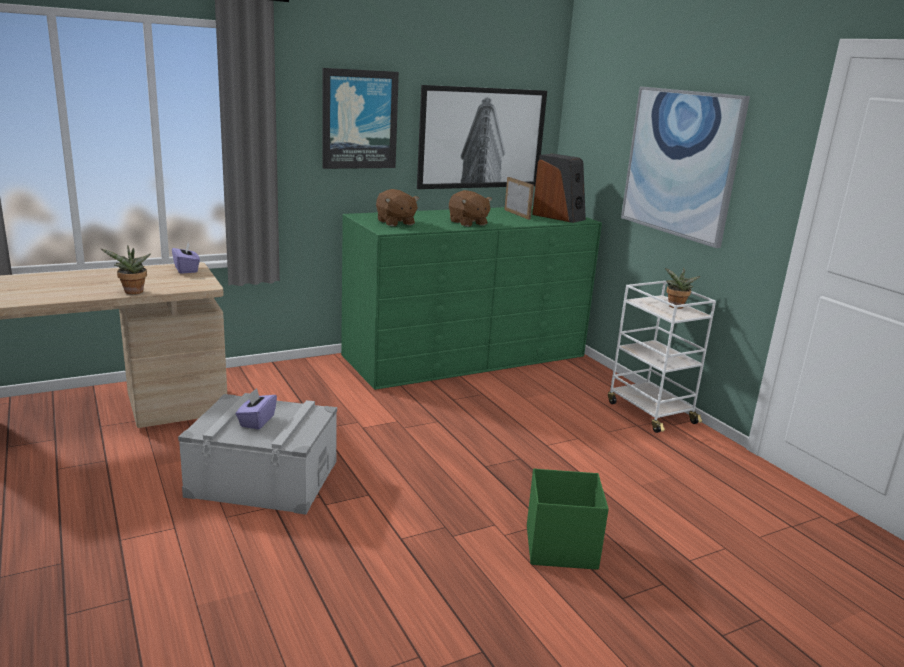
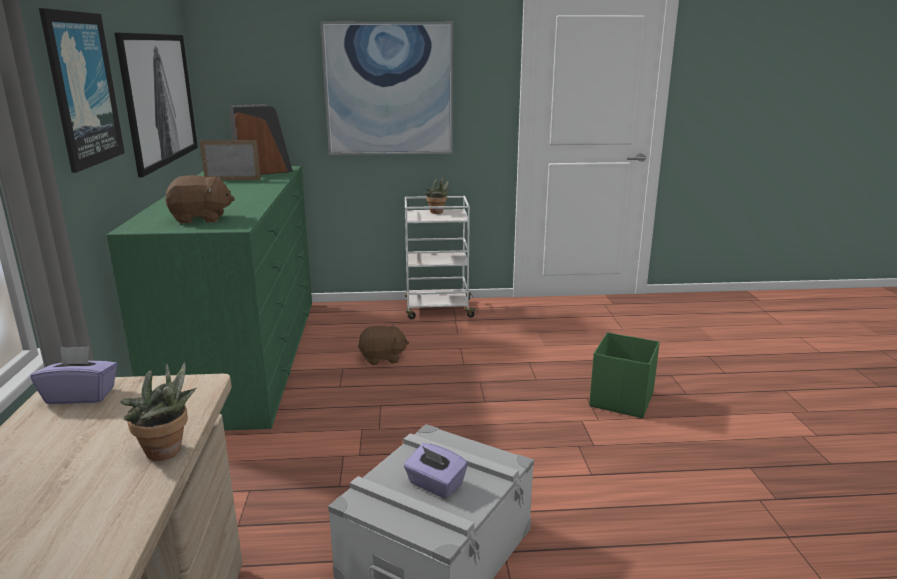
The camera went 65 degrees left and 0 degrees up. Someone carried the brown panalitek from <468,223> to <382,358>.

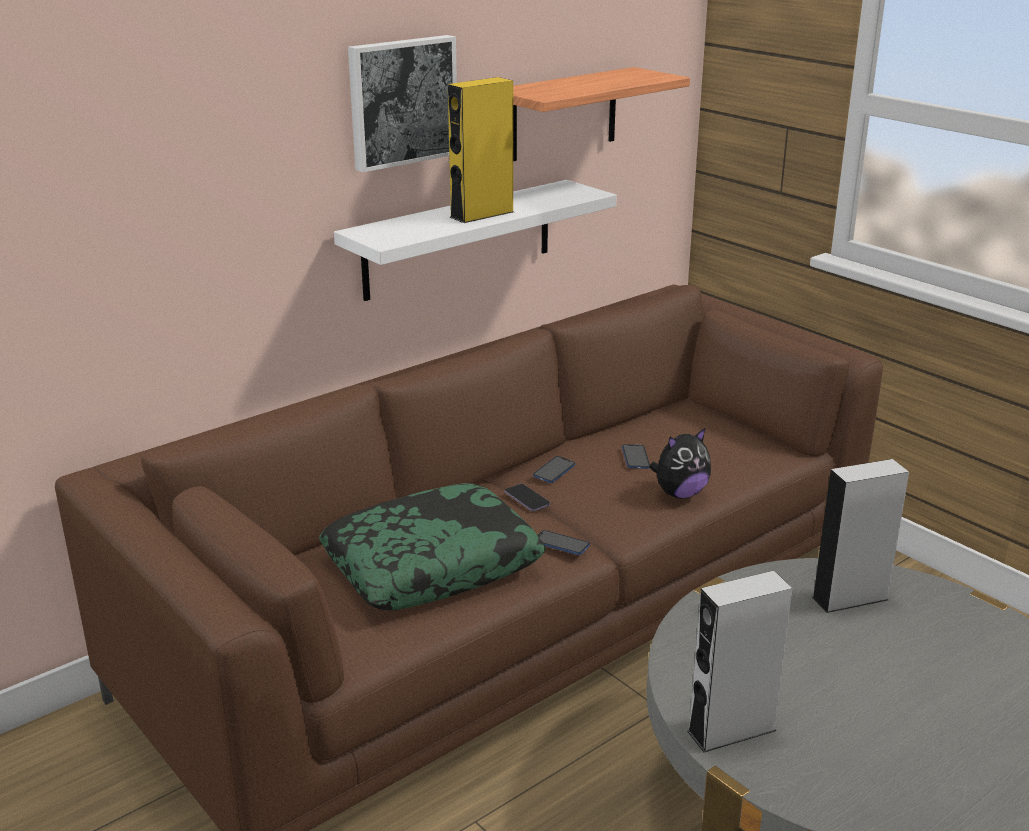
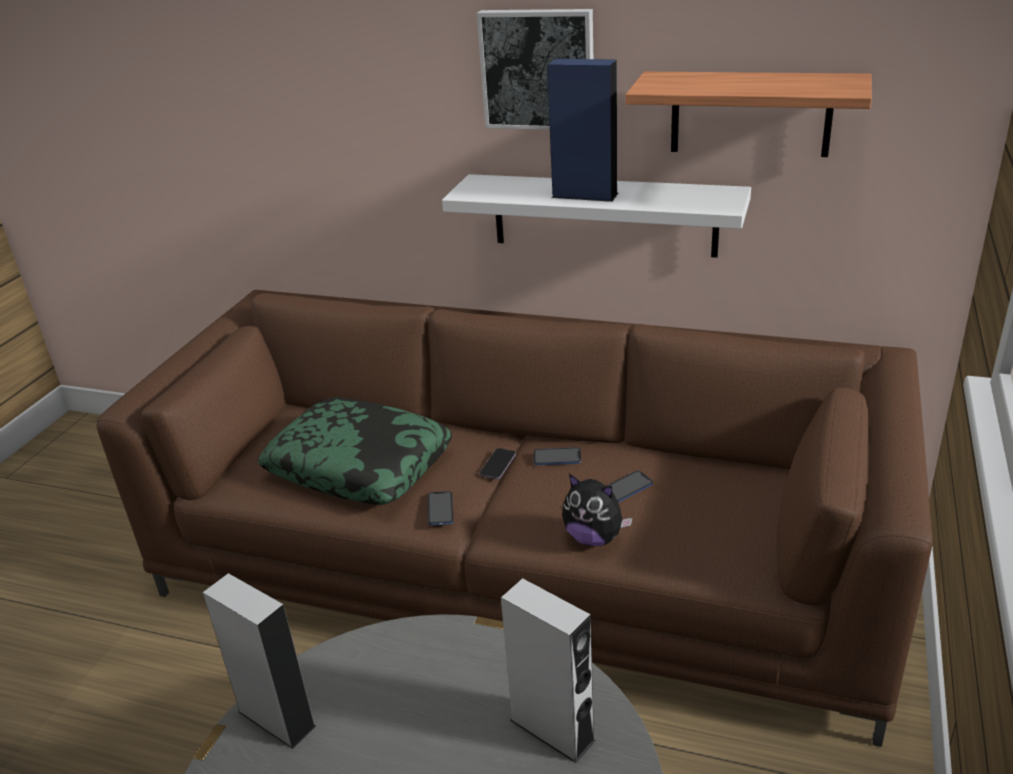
The camera went 60 degrees right and 5 degrees up. Someone repainted the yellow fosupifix at <482,214>, which became the blue fosupifix at <584,195>.

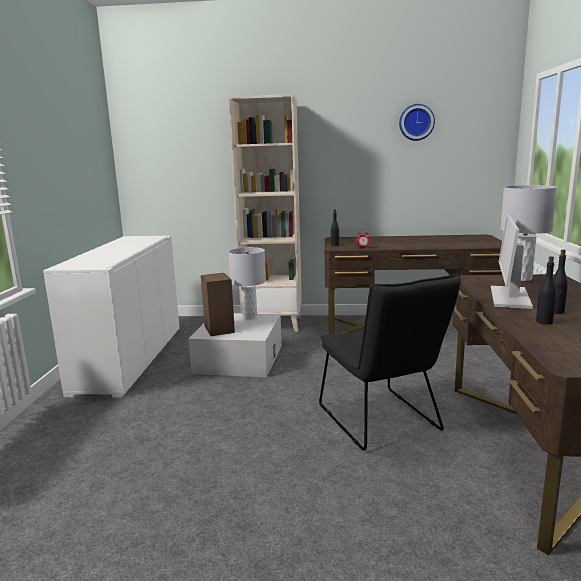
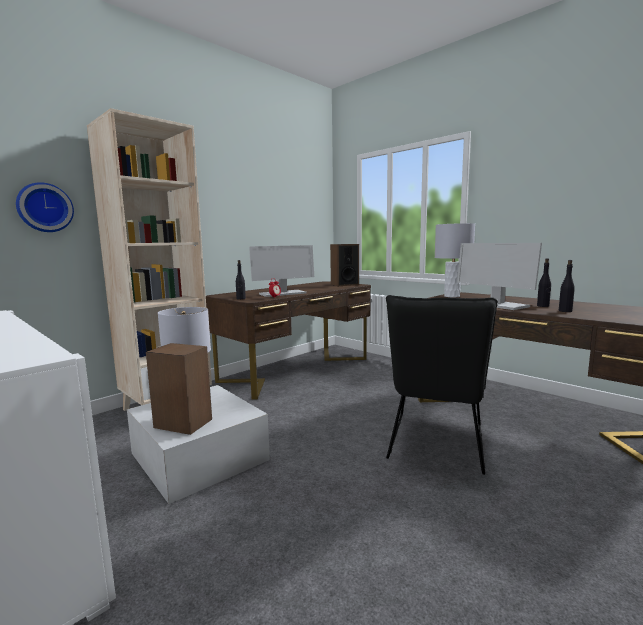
The camera went 50 degrees left and 5 degrees down. Someone carried the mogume from <416,122> to <45,208>. Someone rotated the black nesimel at <382,422> by 90 degrees clockwise. Someone put down the fosupifix at <344,284>. Someone put down the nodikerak at <282,294>.

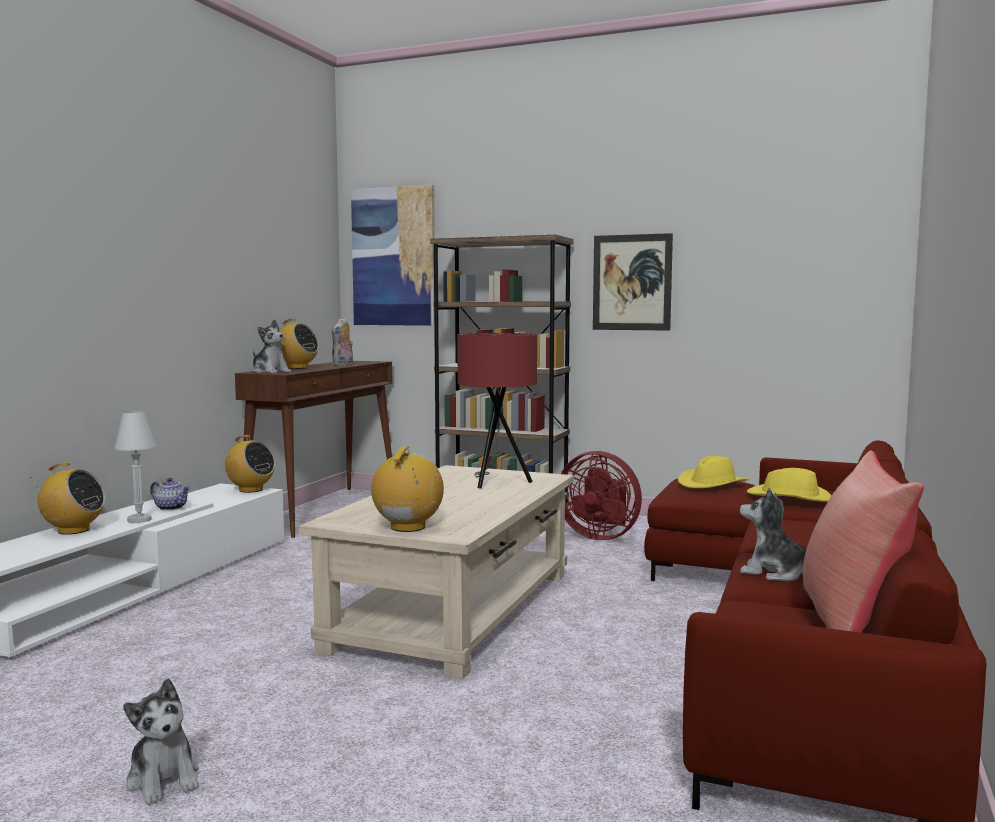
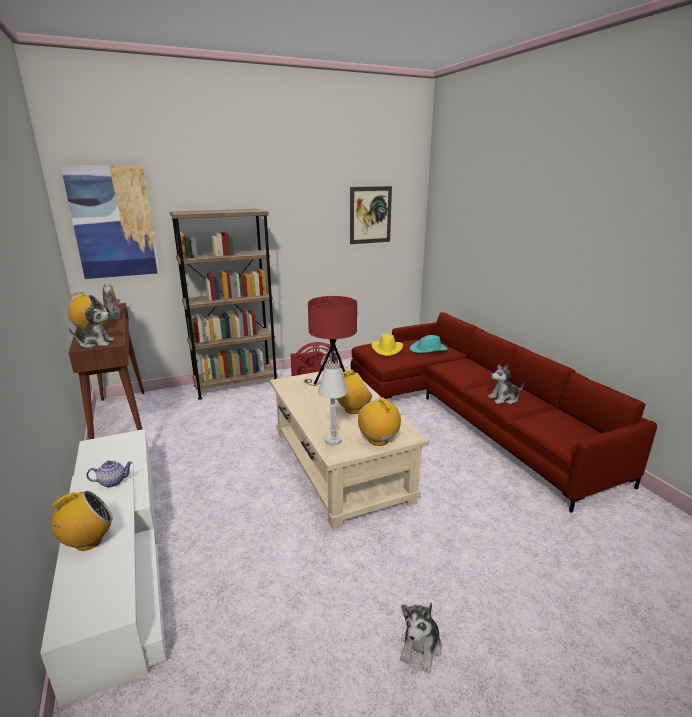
The camera went 45 degrees left and 15 degrees up. Someone carried the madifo from <632,282> to <370,215>. Someone carried the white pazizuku from <139,520> to <333,441>. Someone carried the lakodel from <250,490> to <353,409>. Someone took away the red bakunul at <851,622>. Someone repainted the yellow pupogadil at <789,497>, which became the turquoise pupogadil at <428,349>. Someone rotated the panalitek at <164,779> by 105 degrees clockwise.

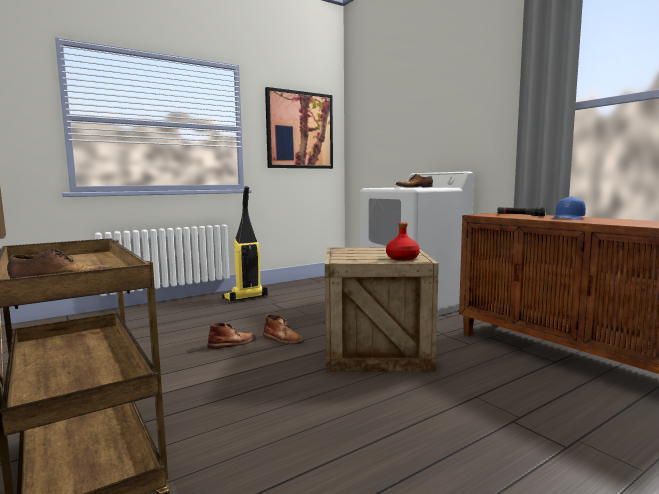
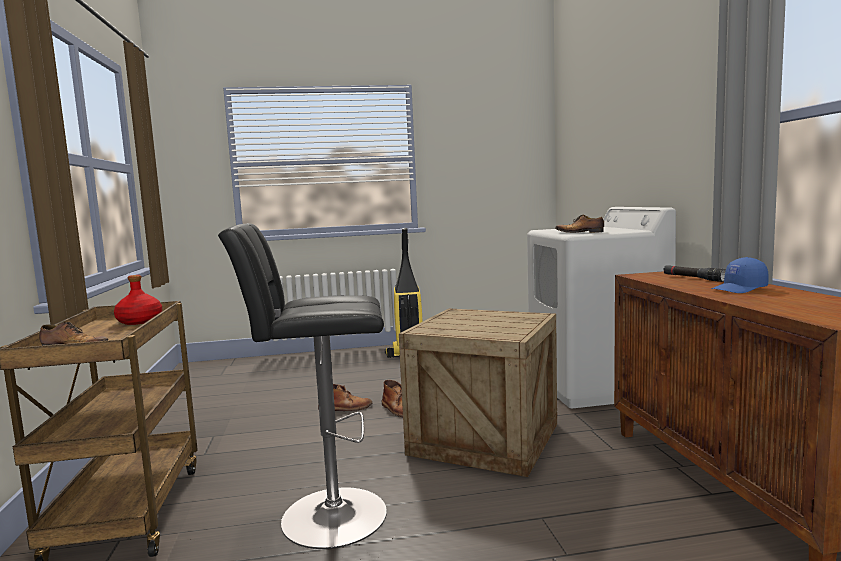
The camera went 25 degrees right and 0 degrees up. Someone took away the madifo at <300,130>. Someone carried the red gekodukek from <402,258> to <139,321>. Someone put down the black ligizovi at <325,517>.

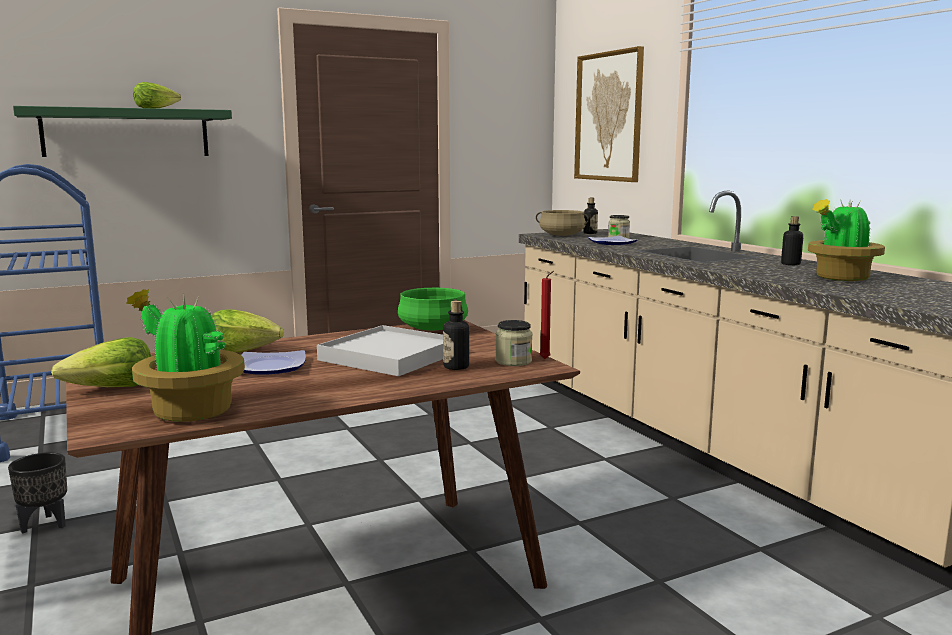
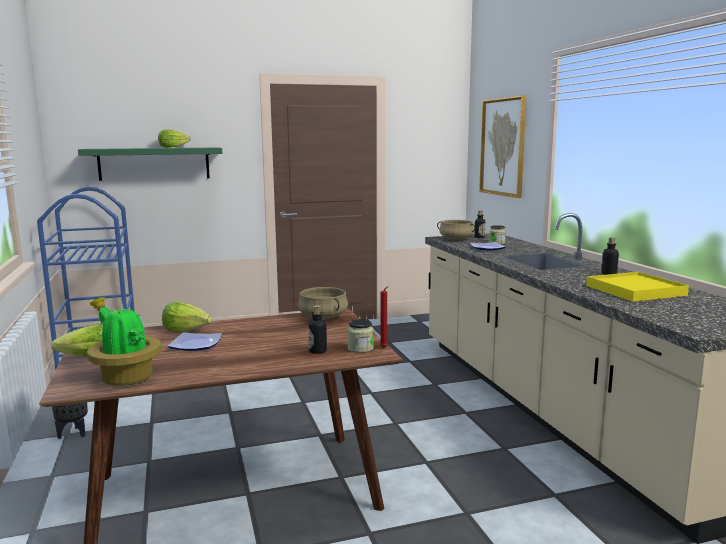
The camera went 10 degrees right and 0 degrees up. Someone swapped the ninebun at <840,278> for the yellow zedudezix at <635,290>. Someone repainted the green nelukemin at <432,329>, which became the beige nelukemin at <322,317>. Someone took away the white zedudezix at <389,356>.

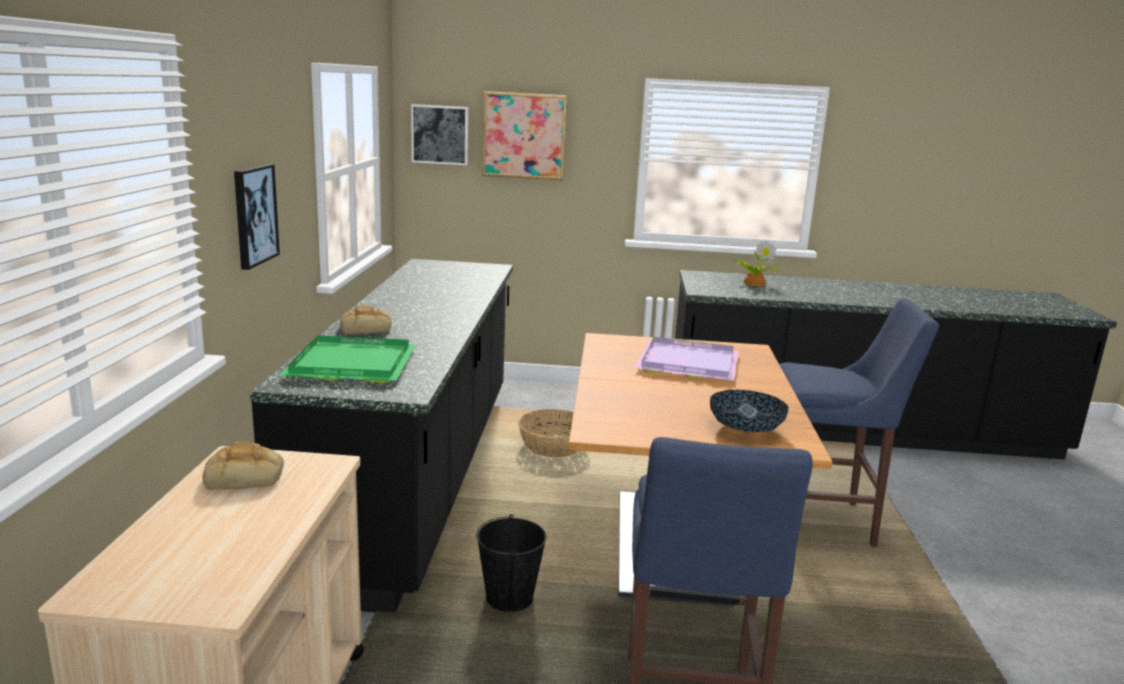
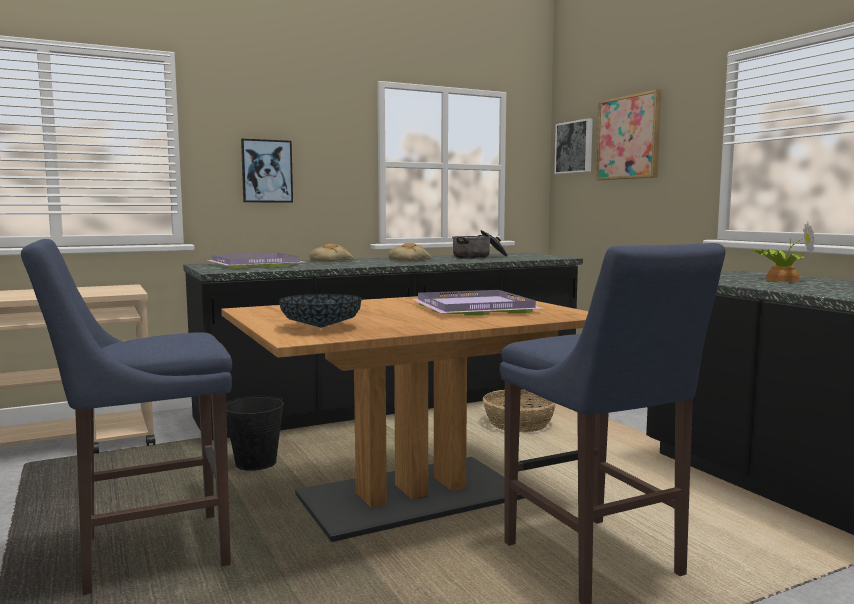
The camera went 60 degrees right and 10 degrees down. Someone repainted the green zedudezix at <350,363>, which became the purple zedudezix at <256,264>. Someone carried the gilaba from <246,475> to <410,259>. Someone put down the nelukemin at <479,257>.

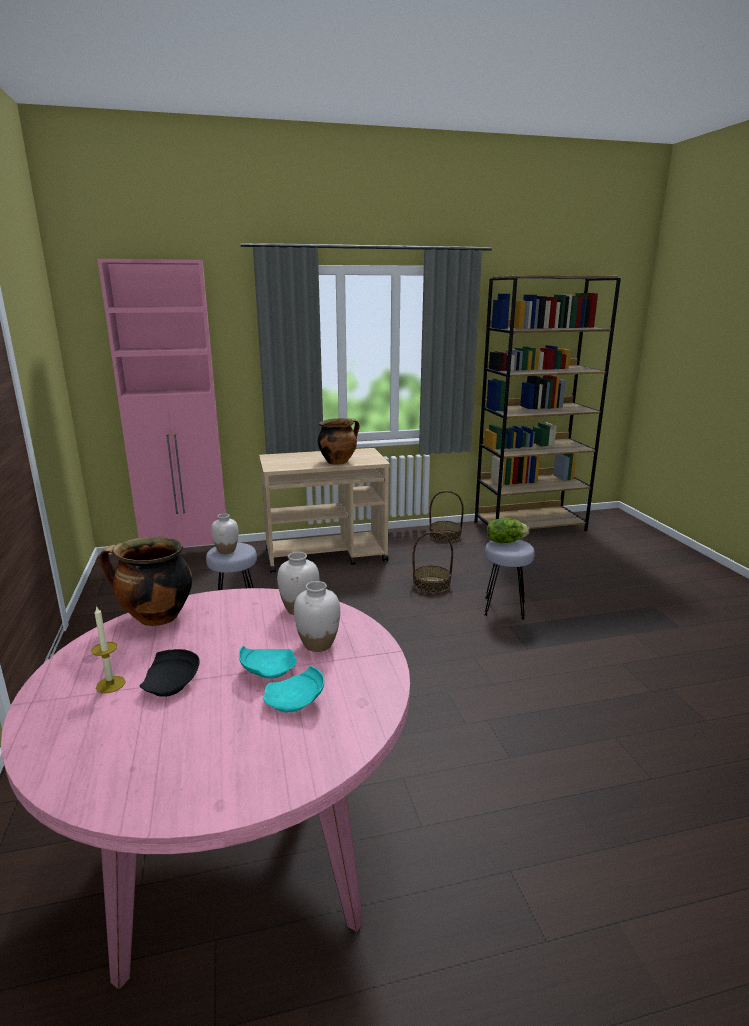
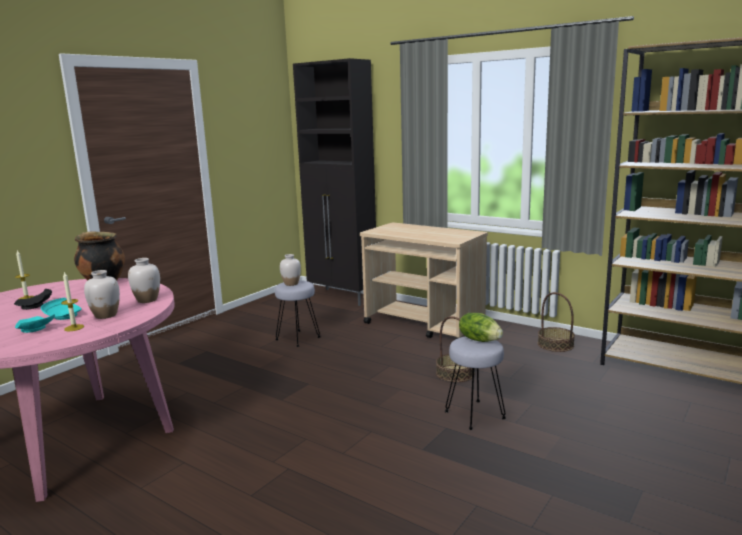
The camera went 50 degrees right and 5 degrees down. Someone repainted the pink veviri at <189,556>, which became the black veviri at <343,297>. Someone took away the nelukemin at <338,462>. Someone put down the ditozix at <74,328>.

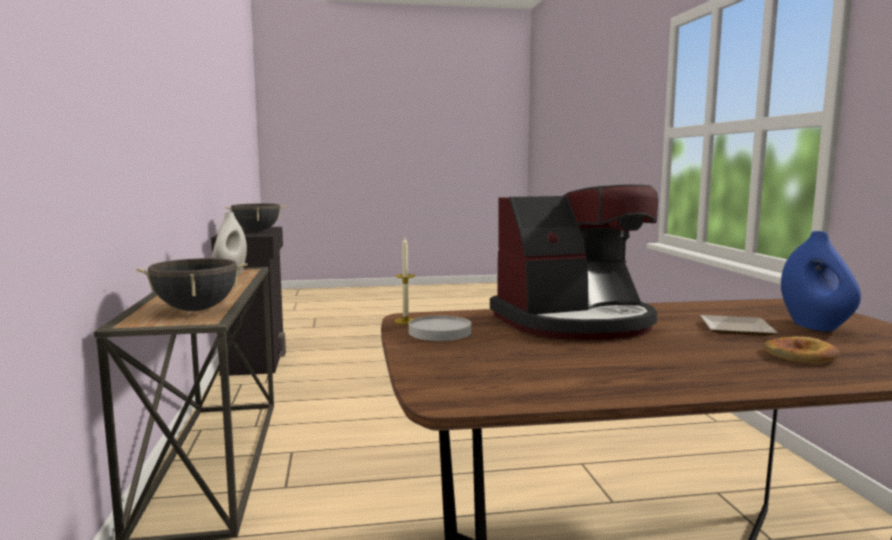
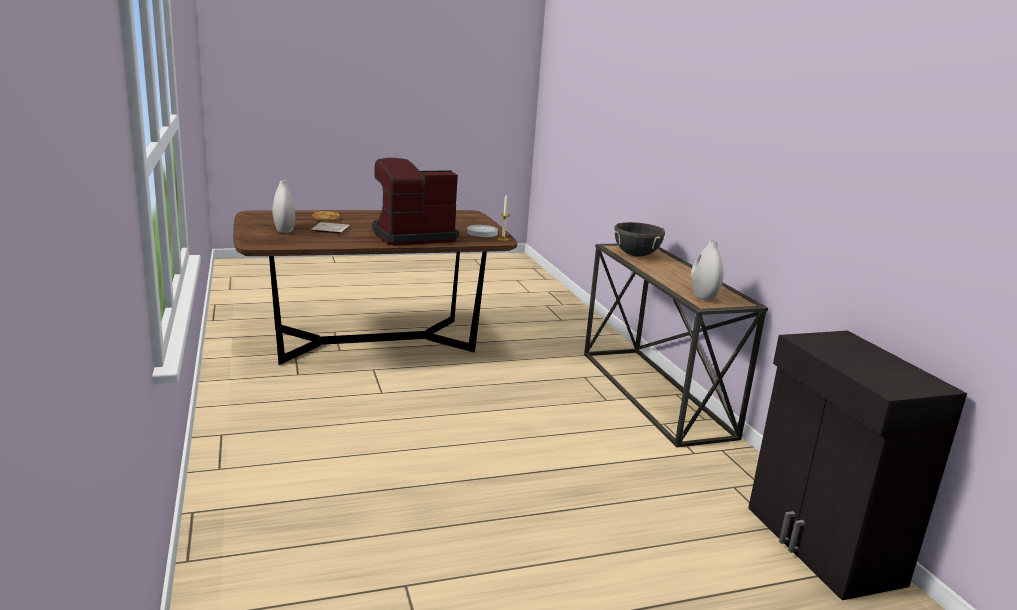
The camera went 170 degrees right and 10 degrees up. Someone took away the black nelukemin at <257,231>. Someone repainted the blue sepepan at <814,326>, which became the white sepepan at <284,230>.

